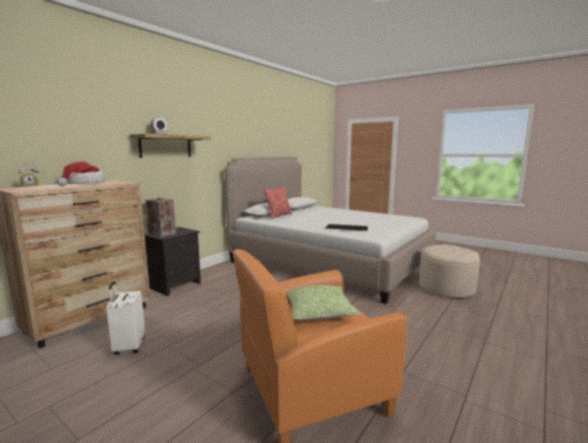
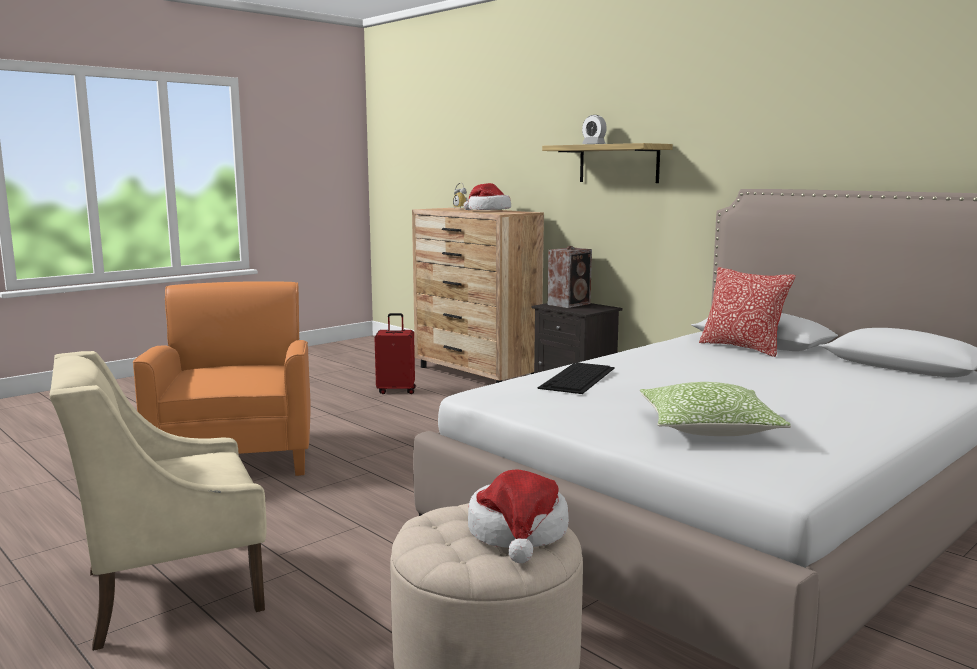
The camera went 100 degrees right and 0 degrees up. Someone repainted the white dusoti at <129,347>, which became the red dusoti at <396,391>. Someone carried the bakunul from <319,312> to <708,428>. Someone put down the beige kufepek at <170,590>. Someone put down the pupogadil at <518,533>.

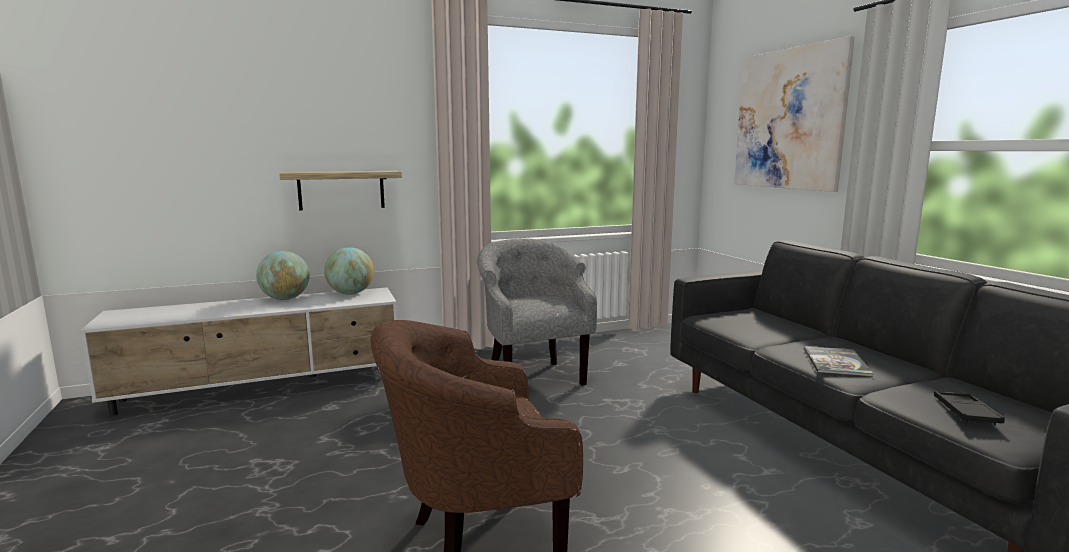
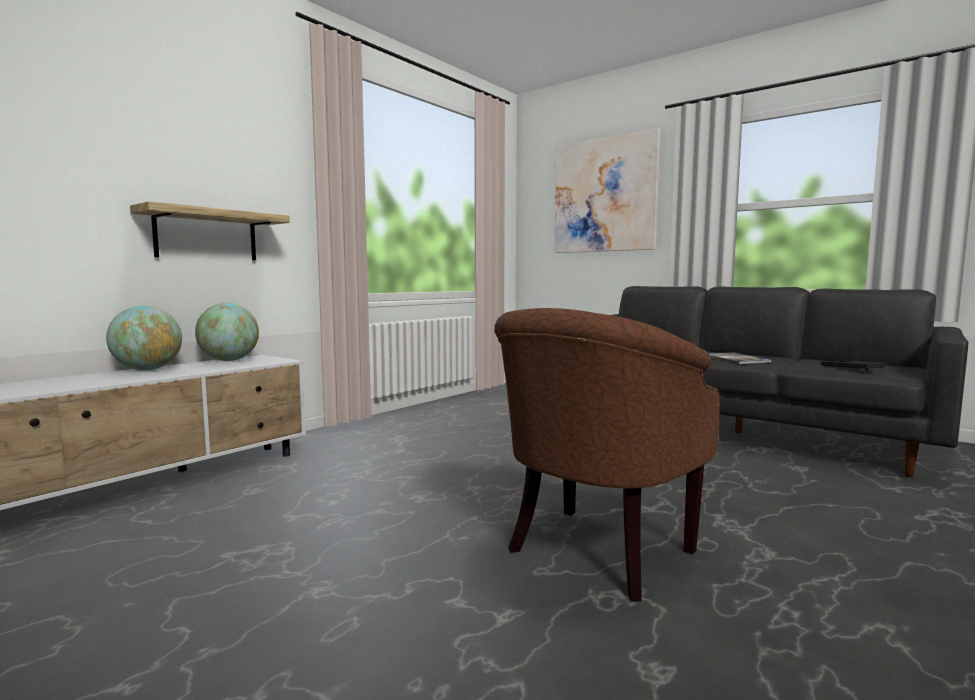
The camera went 30 degrees left and 5 degrees down. Someone took away the grey kufepek at <532,377>.

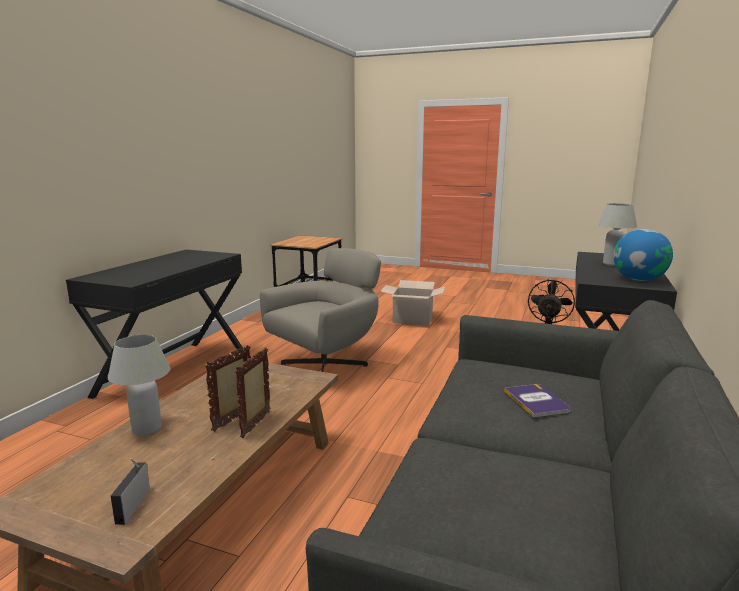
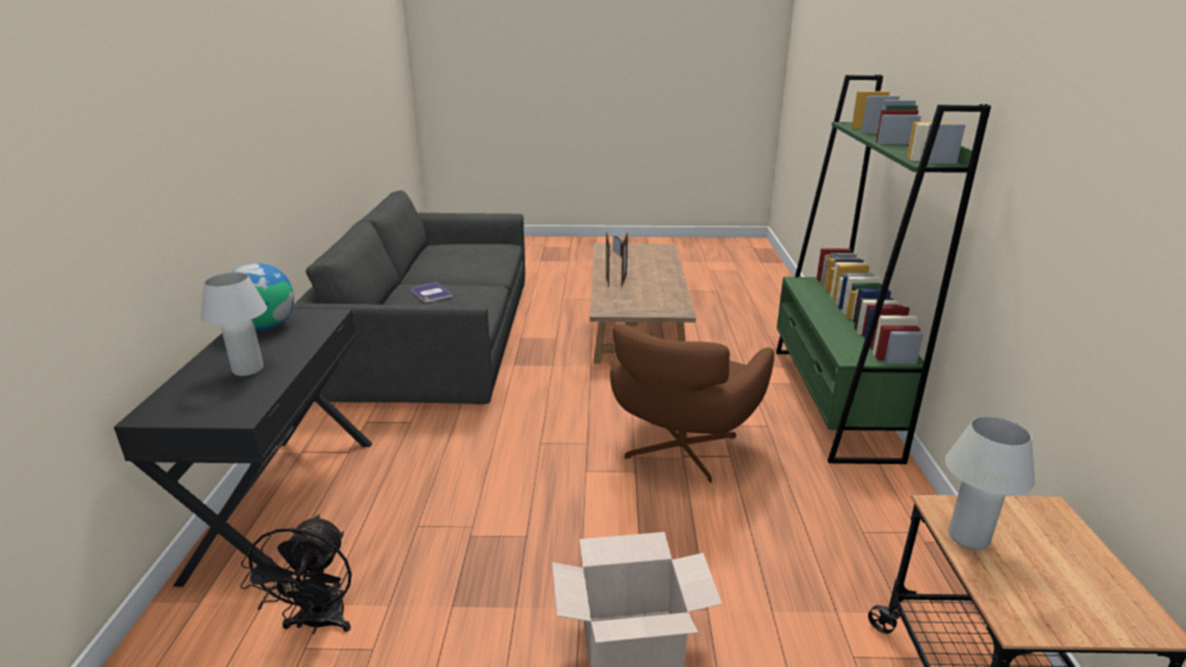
The camera went 160 degrees right and 10 degrees up. Someone repainted the grey kufepek at <327,364>, which became the brown kufepek at <679,450>. Someone swapped the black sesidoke at <174,372> for the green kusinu at <832,401>. Someone carried the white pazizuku from <147,429> to <968,537>.

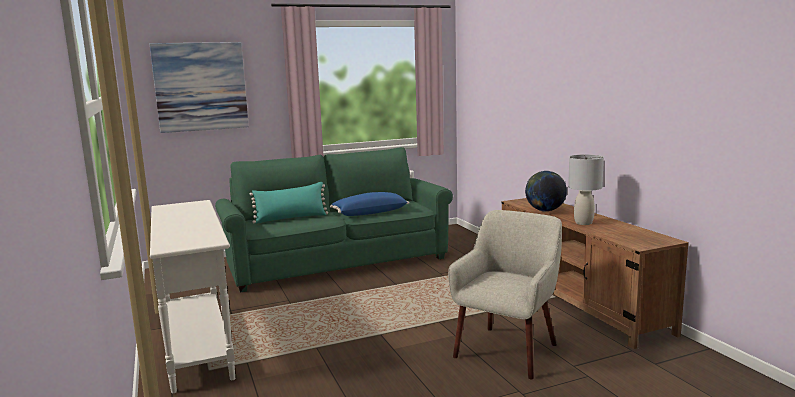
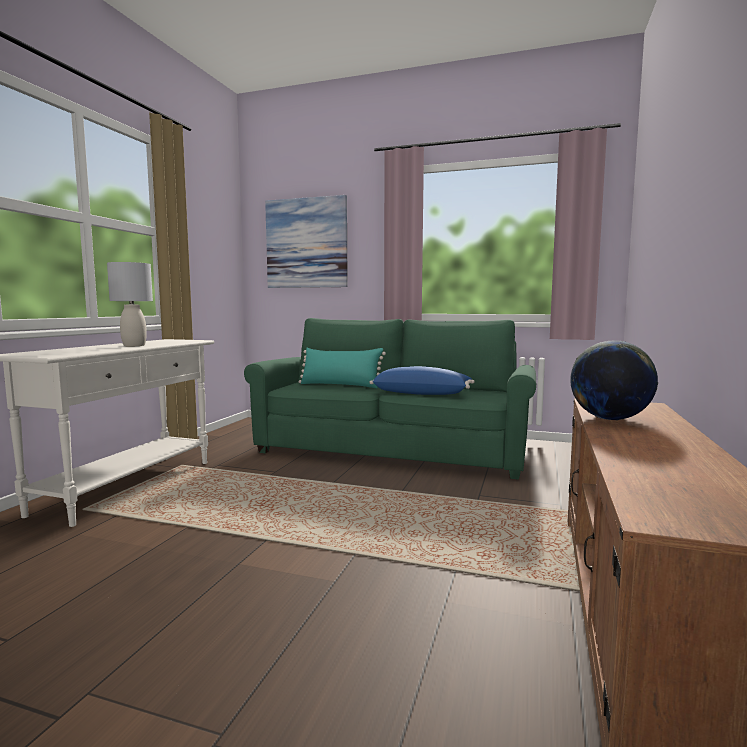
The camera went 40 degrees right and 5 degrees down. Someone carried the grey pazizuku from <583,223> to <134,345>. Someone took away the beige kufepek at <507,350>.

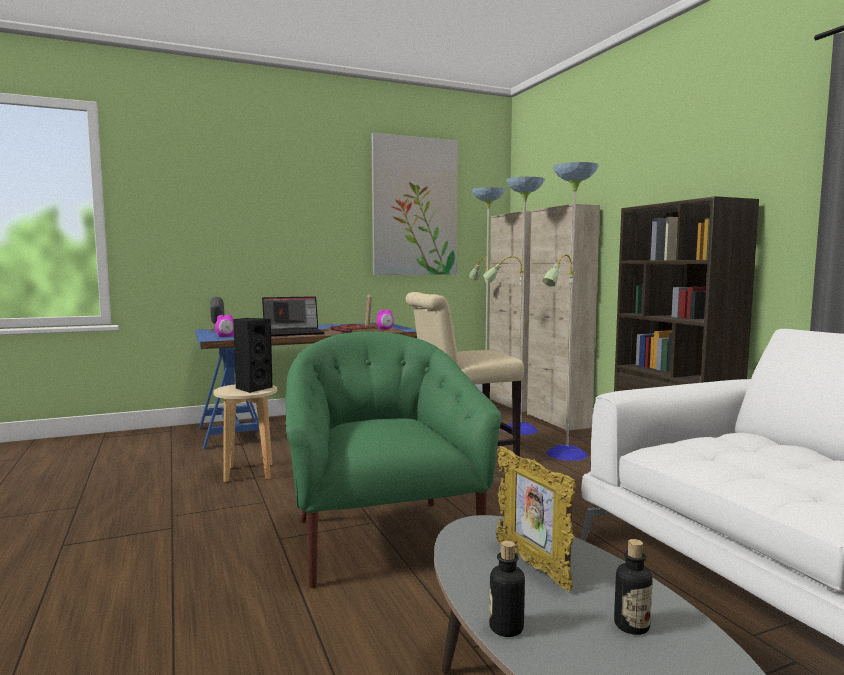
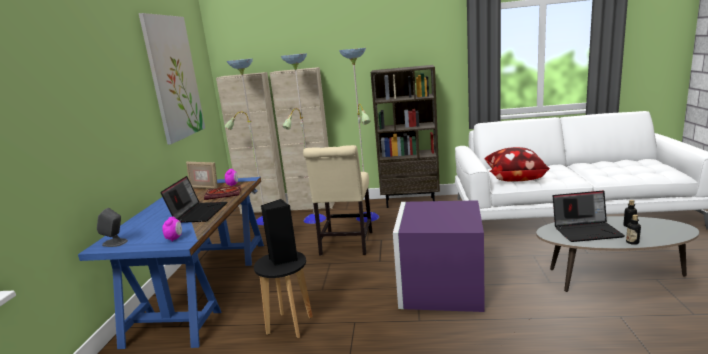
The camera went 60 degrees left and 10 degrees up. Someone swapped the green kufepek at <383,538> for the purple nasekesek at <439,287>. Someone repainted the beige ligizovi at <248,473>, which became the black ligizovi at <290,325>. Someone swapped the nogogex at <532,565> for the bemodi at <587,231>. Someone put down the bakunul at <514,178>.

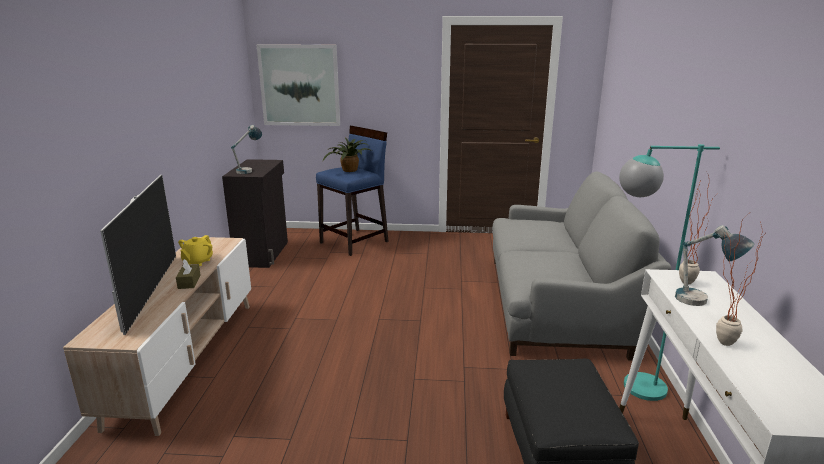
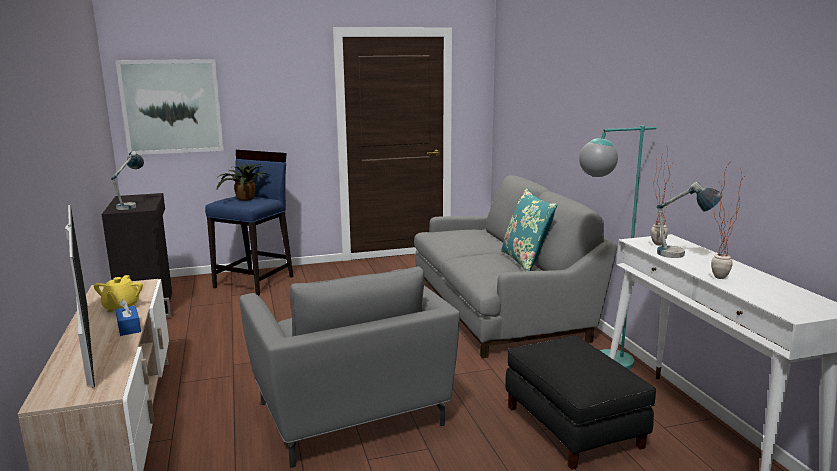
The camera went 20 degrees left and 5 degrees down. Someone repainted the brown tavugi at <189,282>, which became the blue tavugi at <129,327>. Someone put down the turquoise bakunul at <525,261>. Someone put down the grey kufepek at <350,415>.

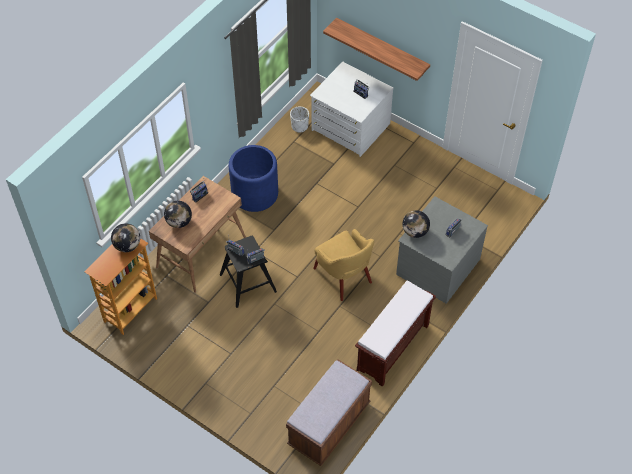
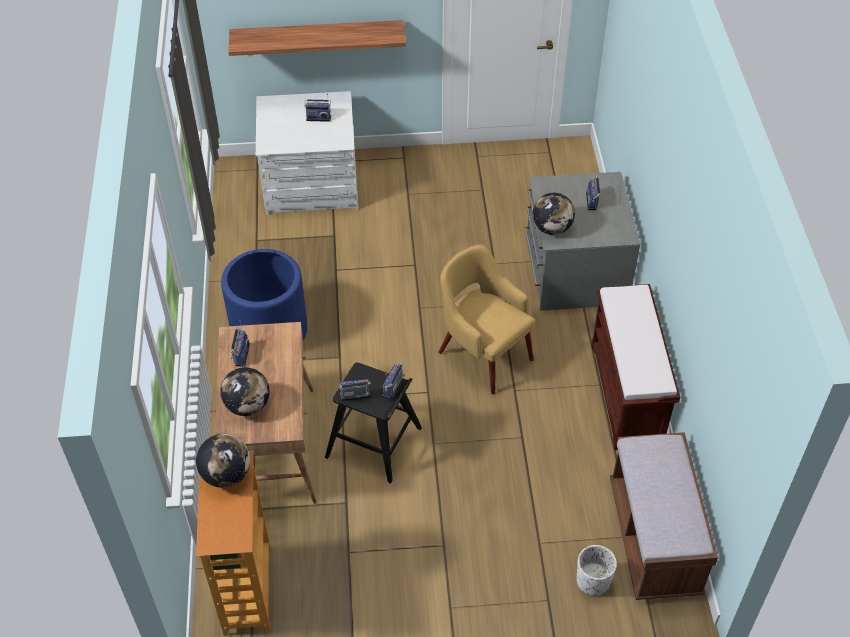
The camera went 40 degrees left and 5 degrees down. Someone carried the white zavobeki from <299,126> to <593,581>. Someone rotated the yellow kufepek at <343,276> by 150 degrees counterclockwise.

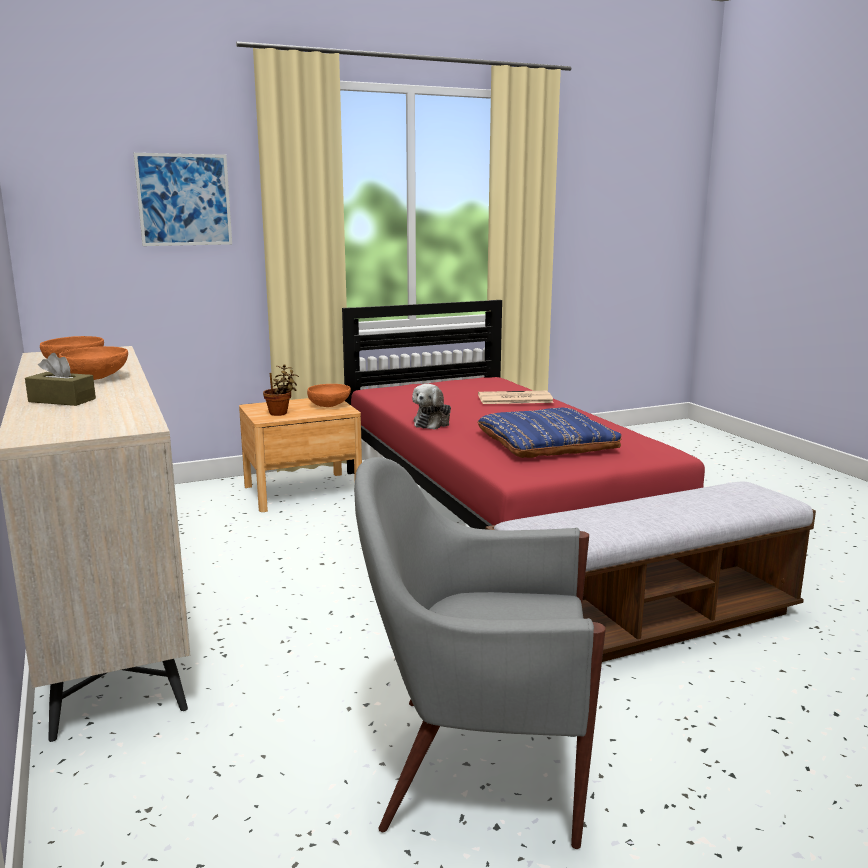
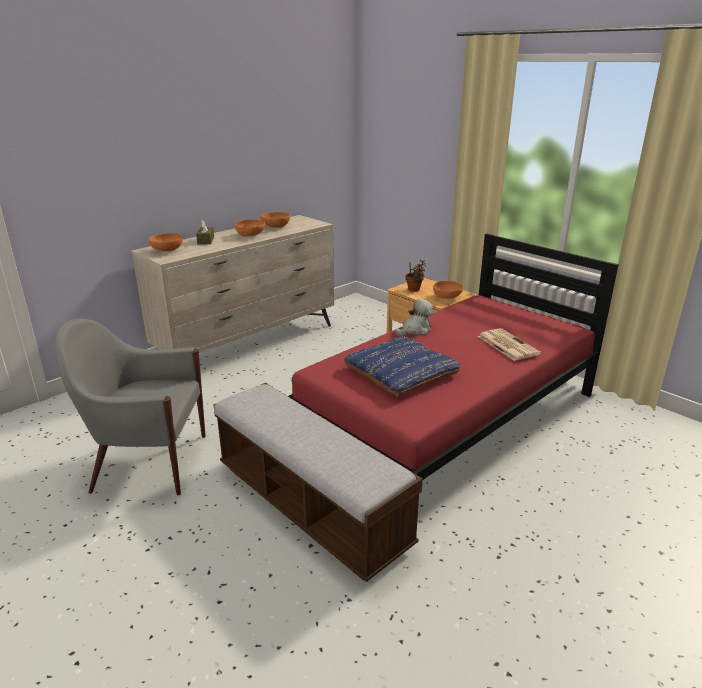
The camera went 70 degrees right and 10 degrees up. Someone took away the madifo at <184,200>. Someone rotated the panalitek at <433,423> by 135 degrees clockwise. Someone rotated the grey kufepek at <478,766> by 75 degrees counterclockwise. Someone put down the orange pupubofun at <167,251>.

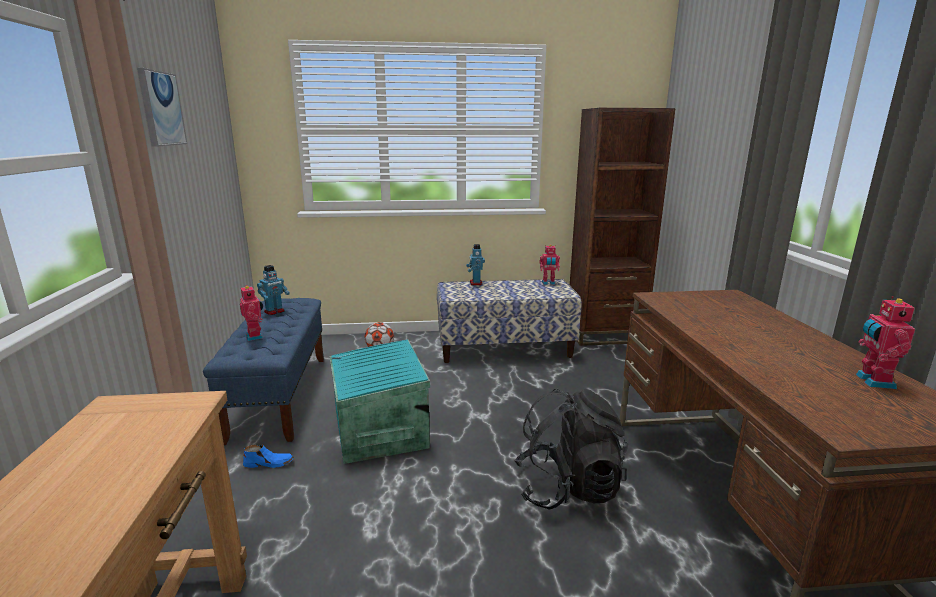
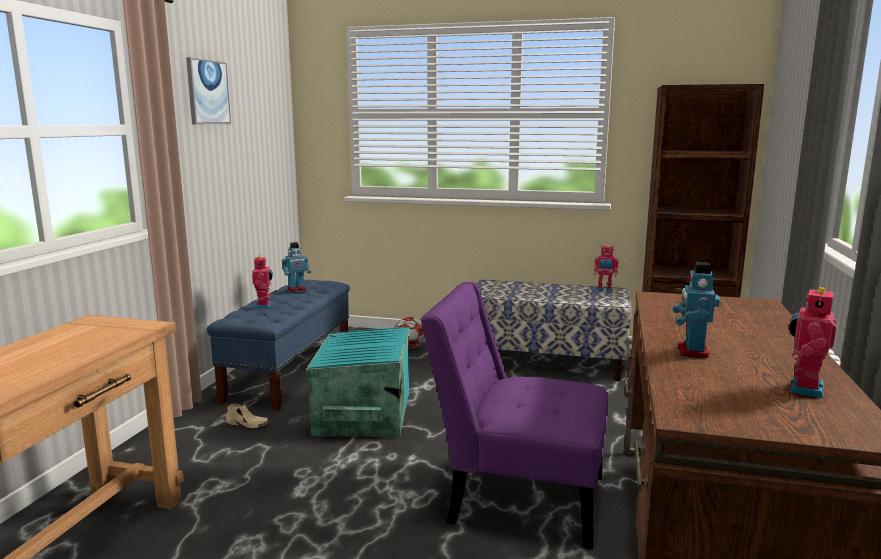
The camera went 20 degrees right and 5 degrees down. Someone carried the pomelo from <475,283> to <692,352>. Someone swapped the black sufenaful at <568,488> for the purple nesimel at <517,496>. Someone repainted the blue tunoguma at <269,463>, which became the beige tunoguma at <248,424>.

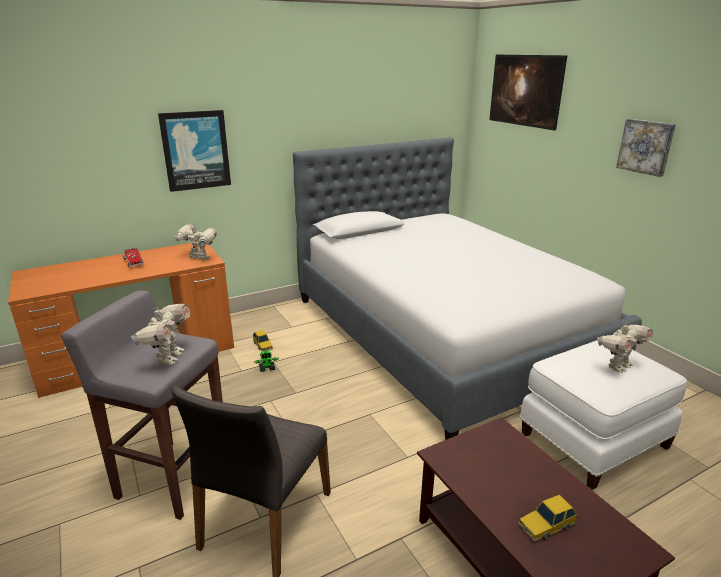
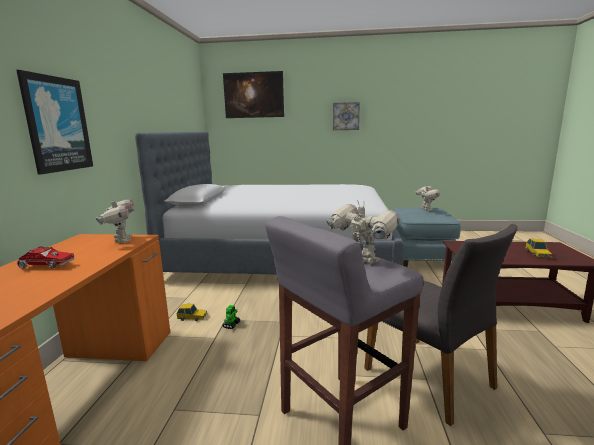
The camera went 55 degrees left and 10 degrees down. Someone rotated the pomelo at <199,258> by 105 degrees clockwise. Someone repainted the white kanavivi at <592,438>, which became the blue kanavivi at <420,258>.

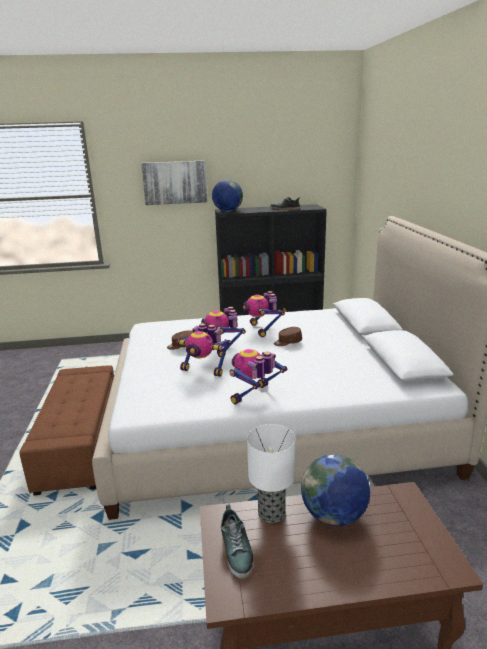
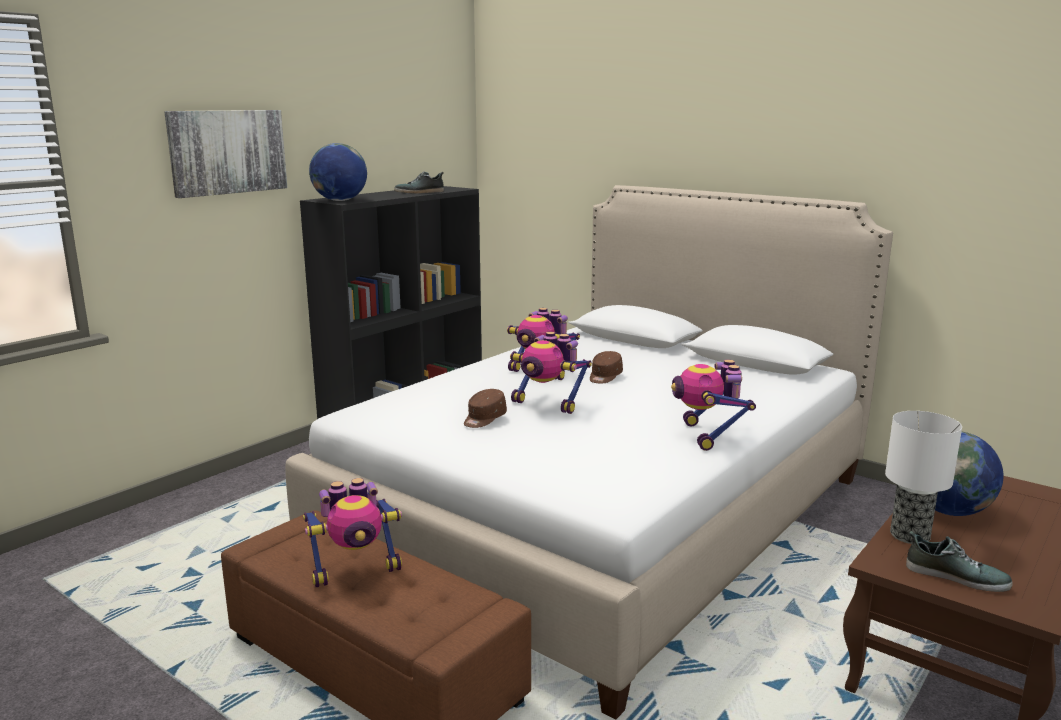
The camera went 45 degrees left and 5 degrees down. Someone carried the pomelo from <204,370> to <356,571>.

